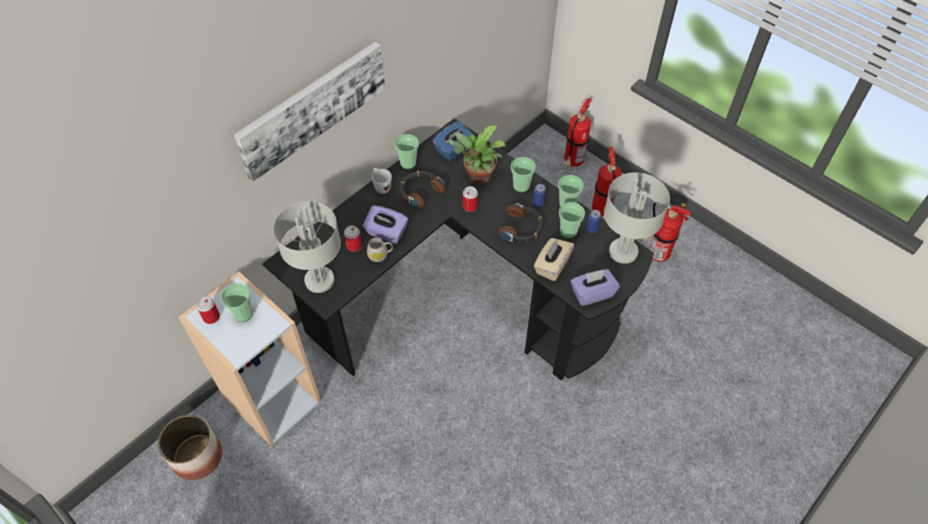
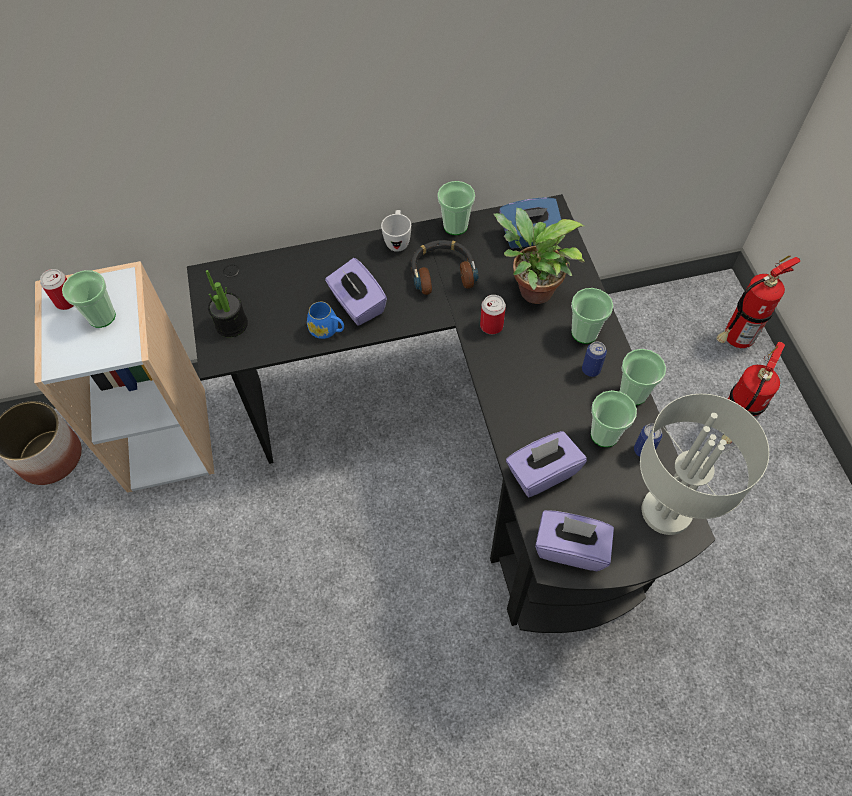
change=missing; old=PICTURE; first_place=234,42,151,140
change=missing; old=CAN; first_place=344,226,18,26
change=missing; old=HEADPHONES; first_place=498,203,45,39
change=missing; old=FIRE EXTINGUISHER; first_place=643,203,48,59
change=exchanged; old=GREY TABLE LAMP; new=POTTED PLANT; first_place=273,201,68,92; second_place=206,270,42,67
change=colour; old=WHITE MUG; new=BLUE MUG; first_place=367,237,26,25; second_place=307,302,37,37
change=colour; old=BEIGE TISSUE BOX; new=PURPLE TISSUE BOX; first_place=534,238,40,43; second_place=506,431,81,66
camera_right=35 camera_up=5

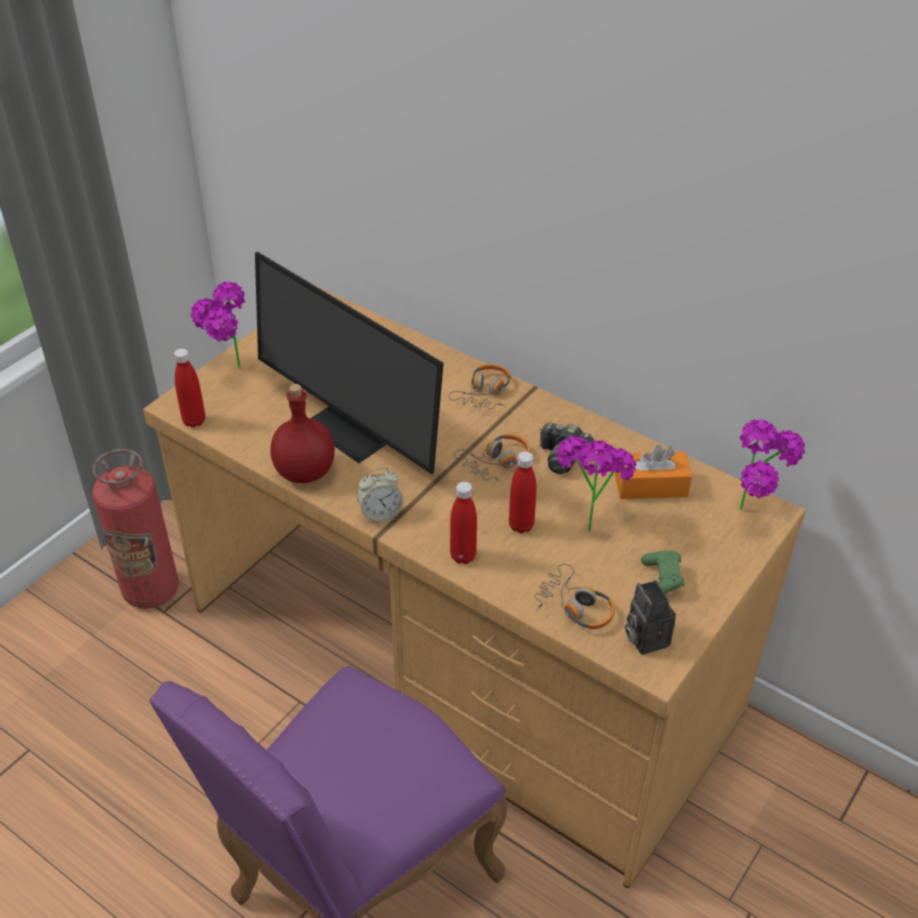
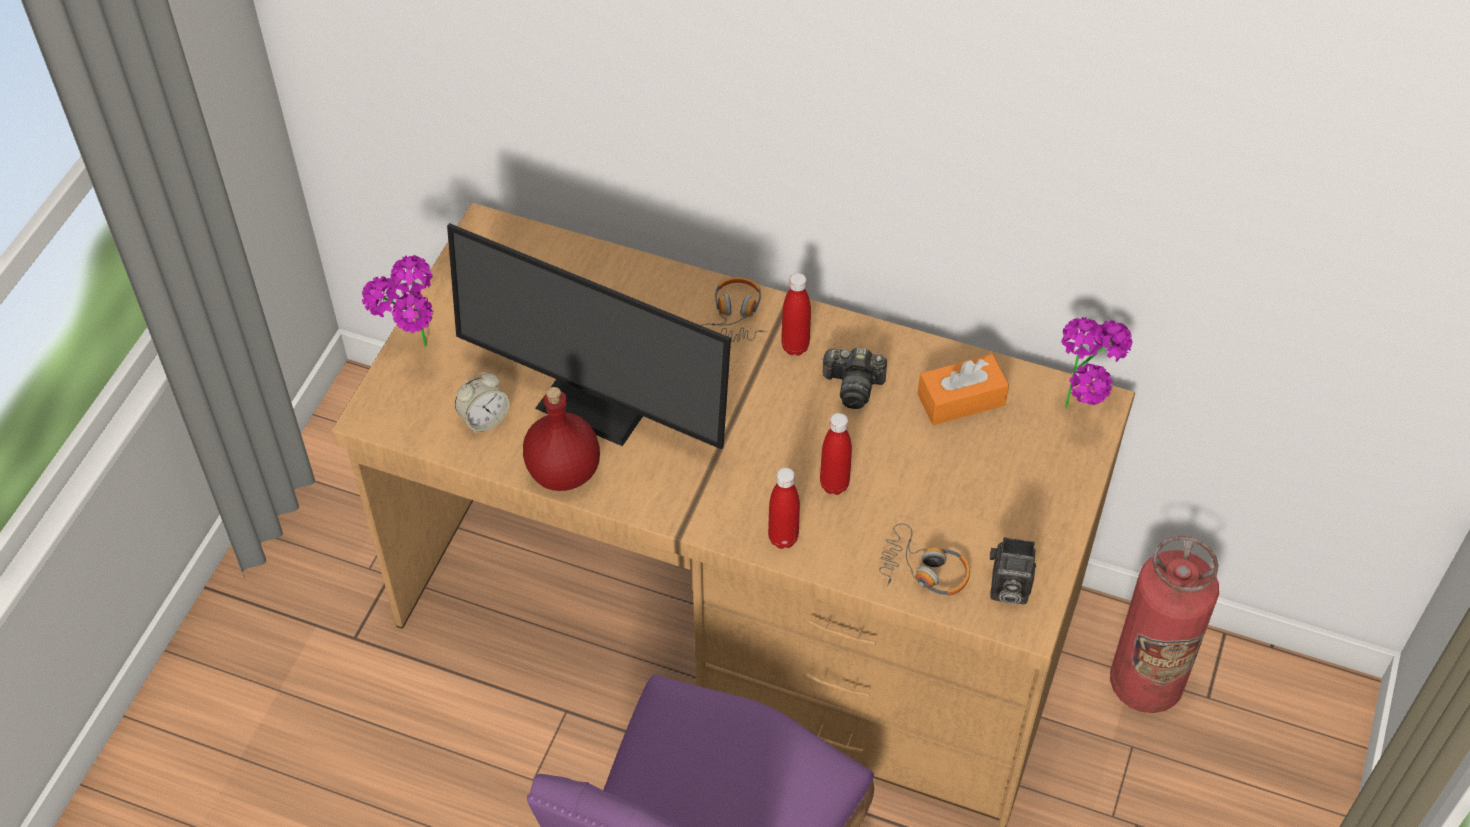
change=missing; old=HEADPHONES; first_place=454,434,77,48
change=missing; old=POTTED PLANT; first_place=556,436,81,95
change=missing; old=GREEN GAME CONTROLLER; first_place=641,550,43,45
change=relocated; old=FIRE EXTINGUISHER; first_place=92,449,87,160; second_place=1110,536,109,177
change=relocated; old=RED BOTTLE; first_place=174,348,31,80; second_place=781,273,30,83
change=relocated; old=ALARM CLOCK; first_place=356,468,48,55; second_place=455,372,55,62
change=spun; old=PHOTO CAMERA; first_place=625,581,51,74; second_place=990,537,46,68; degrees=-45
camera_right=-15 camera_up=10

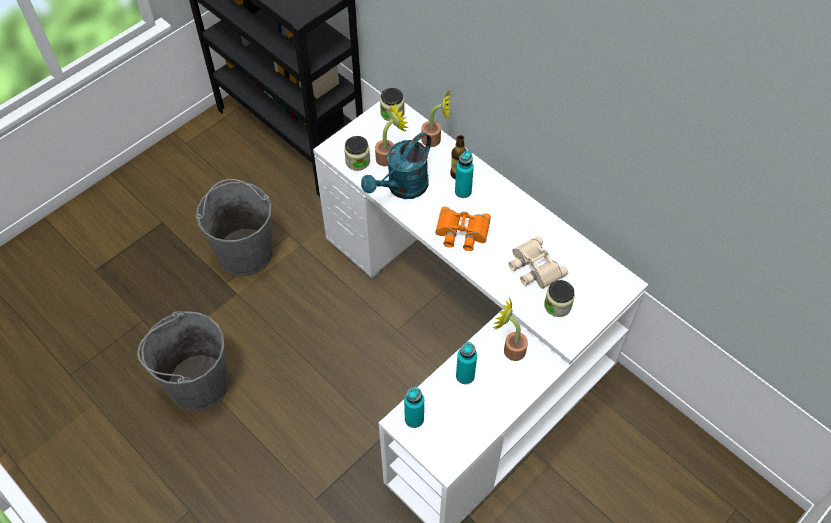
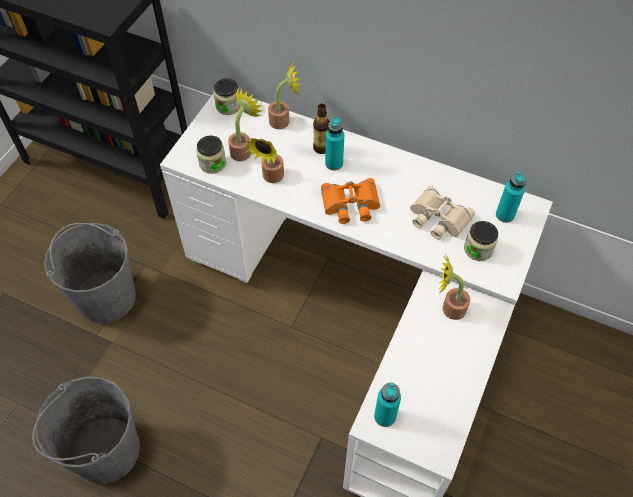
change=relocated; old=TURQUOISE BOTTLE; first_place=456,342,21,42; second_place=496,171,30,52
change=exchanged; old=TURQUOISE WATERING CAN; new=POTTED PLANT; first_place=361,132,70,67; second_place=244,138,40,45
camera_right=-20 camera_up=0

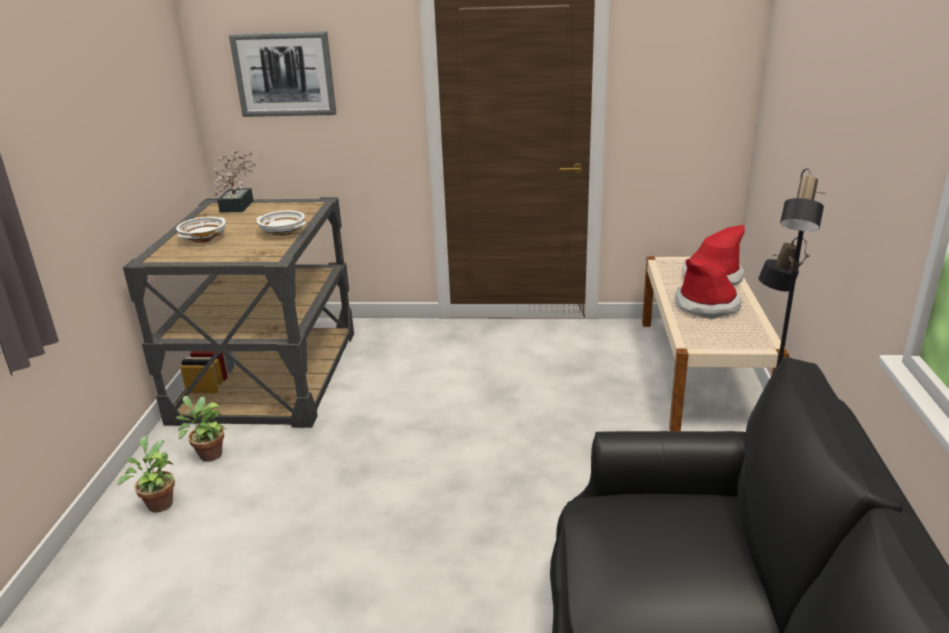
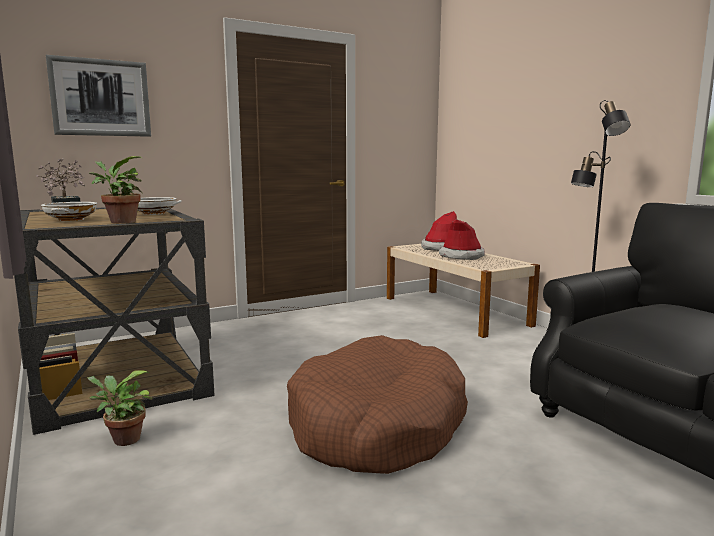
change=appeared; new=BROWN DOG BED; second_place=287,335,181,139
change=relocated; old=POTTED PLANT; first_place=117,436,58,77; second_place=89,156,54,68
camera_right=-35 camera_up=-15

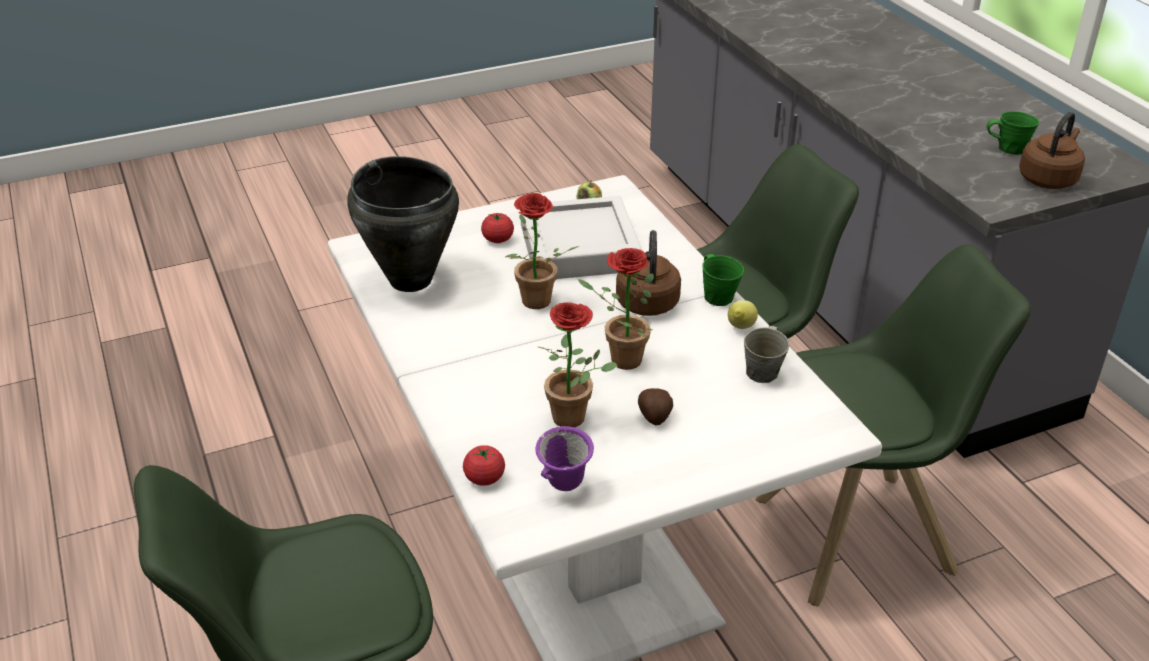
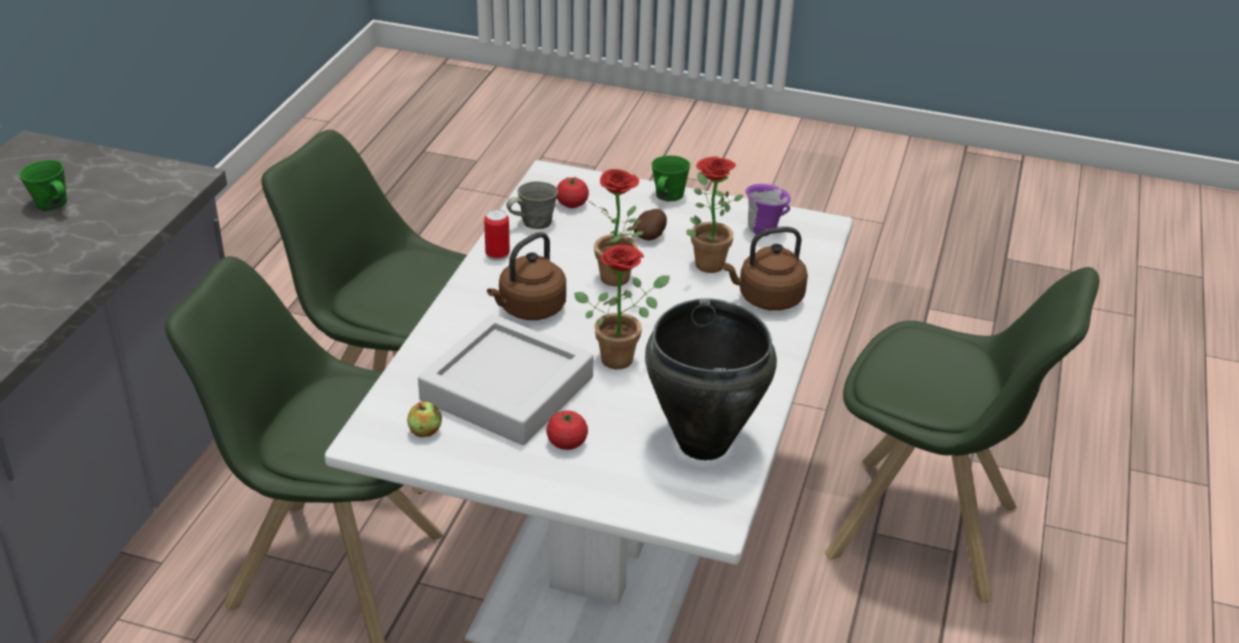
change=relocated; old=TOMATO; first_place=463,445,42,41; second_place=557,176,32,32
change=relocated; old=GREEN MUG; first_place=702,254,42,52; second_place=651,155,39,46
change=relocated; old=BROWN KETTLE; first_place=1019,112,66,77; second_place=722,227,86,84
change=exchanged; old=LEMON; new=CAN; first_place=728,300,30,29; second_place=484,209,26,52
camera_right=-140 camera_up=0

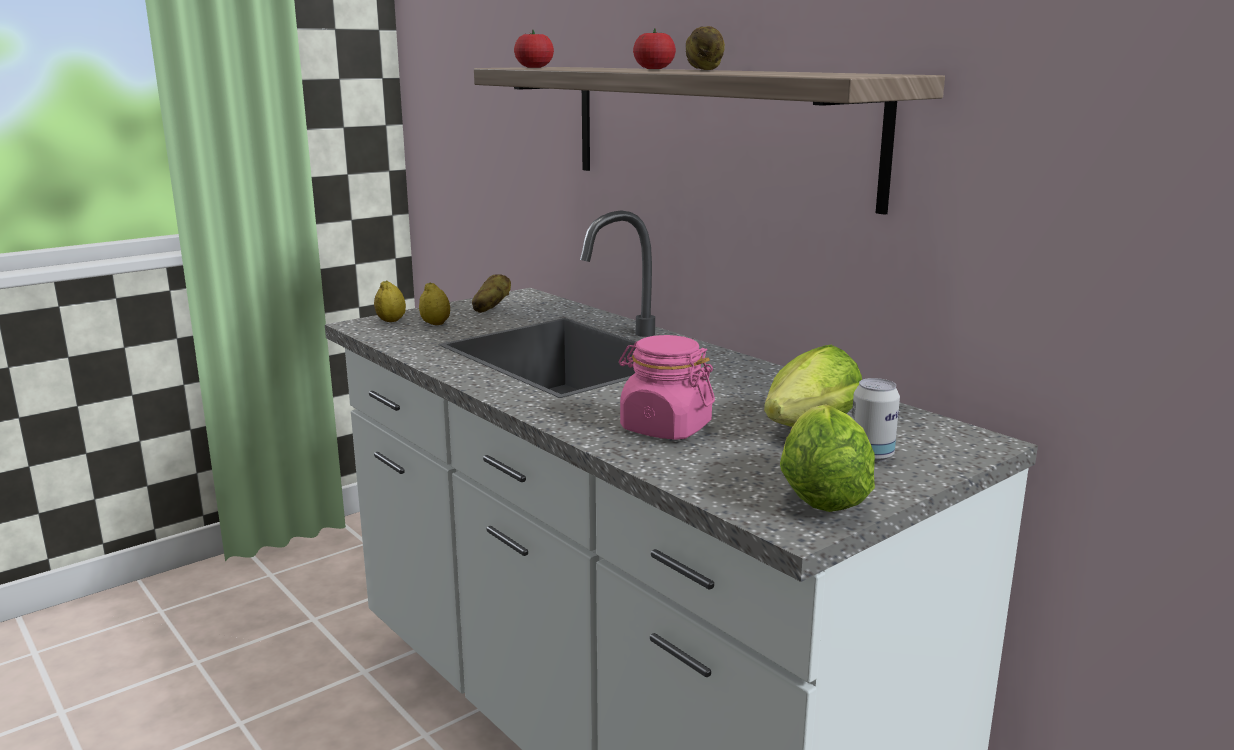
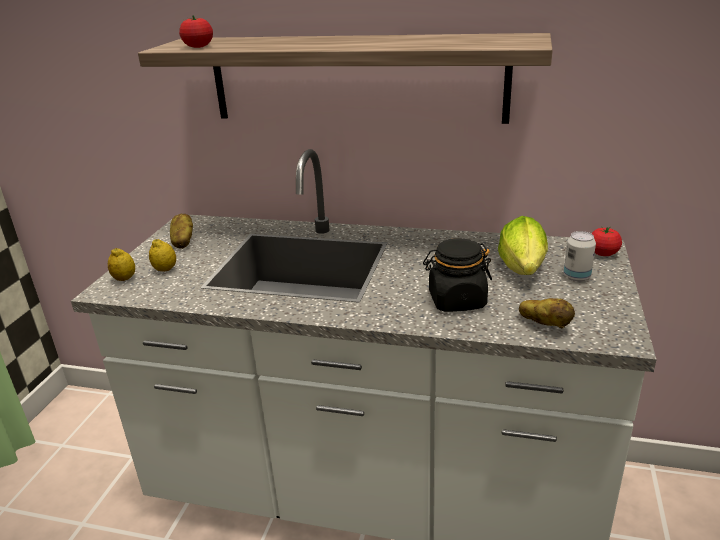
change=missing; old=LETTUCE; first_place=780,404,95,108
change=relocated; old=TOMATO; first_place=633,28,43,41; second_place=591,226,31,30
change=relocated; old=POTATO; first_place=686,26,39,44; second_place=519,298,56,30
change=colour; old=PINK JAR; new=BLACK JAR; first_place=619,335,96,105; second_place=423,238,69,74
camera_right=-35 camera_up=10

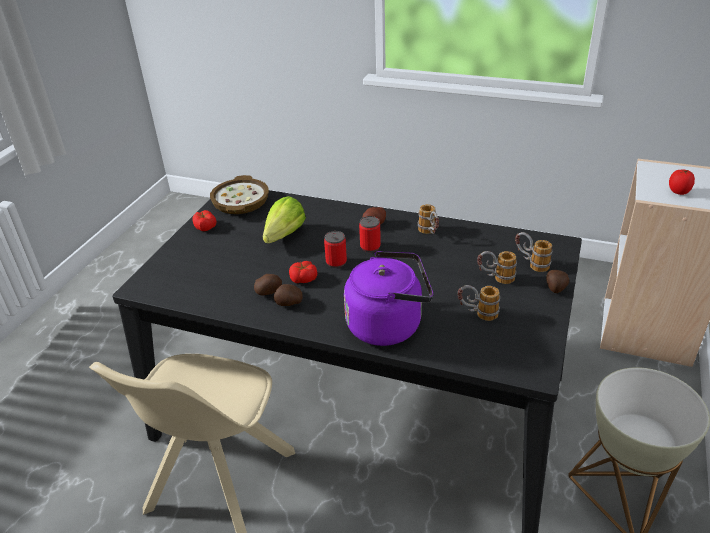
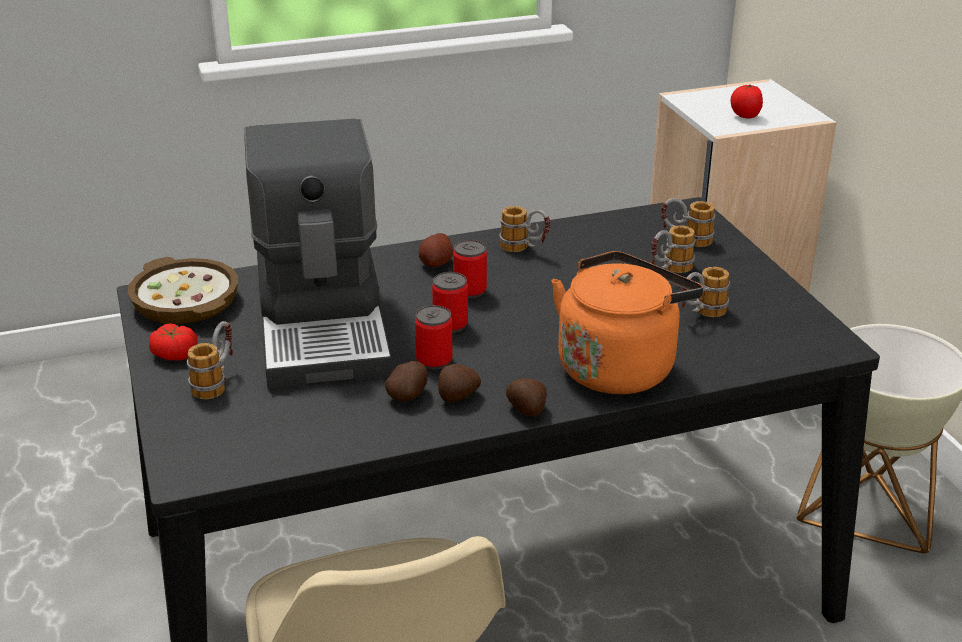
change=appeared; new=MUG; second_place=187,321,46,78
change=relocated; old=POTATO; first_place=546,270,23,23; second_place=506,378,41,39
change=exchanged; old=LETTUCE; new=COFFEE MACHINE; first_place=263,196,43,47; second_place=244,119,148,270
change=exchanged; old=TOMATO; new=CAN; first_place=289,261,28,22; second_place=415,305,38,65
change=colour; old=PURPLE KETTLE; new=ORANGE KETTLE; first_place=344,251,89,95; second_place=551,251,152,143
camera_right=-40 camera_up=-5

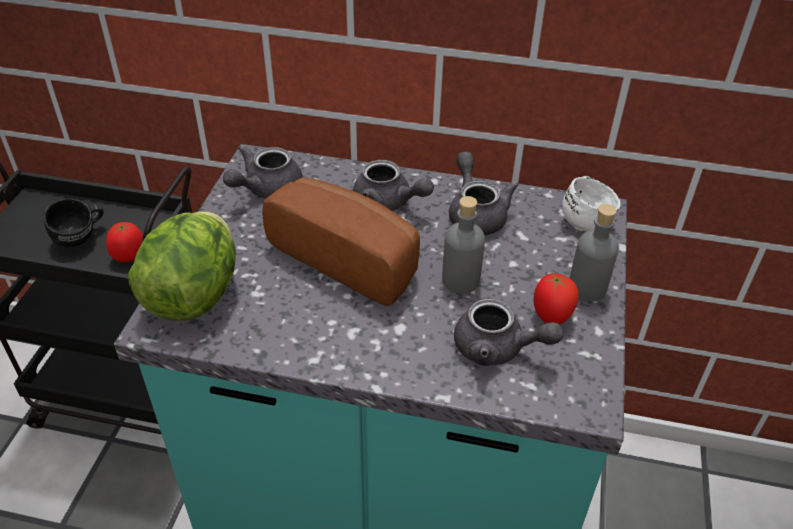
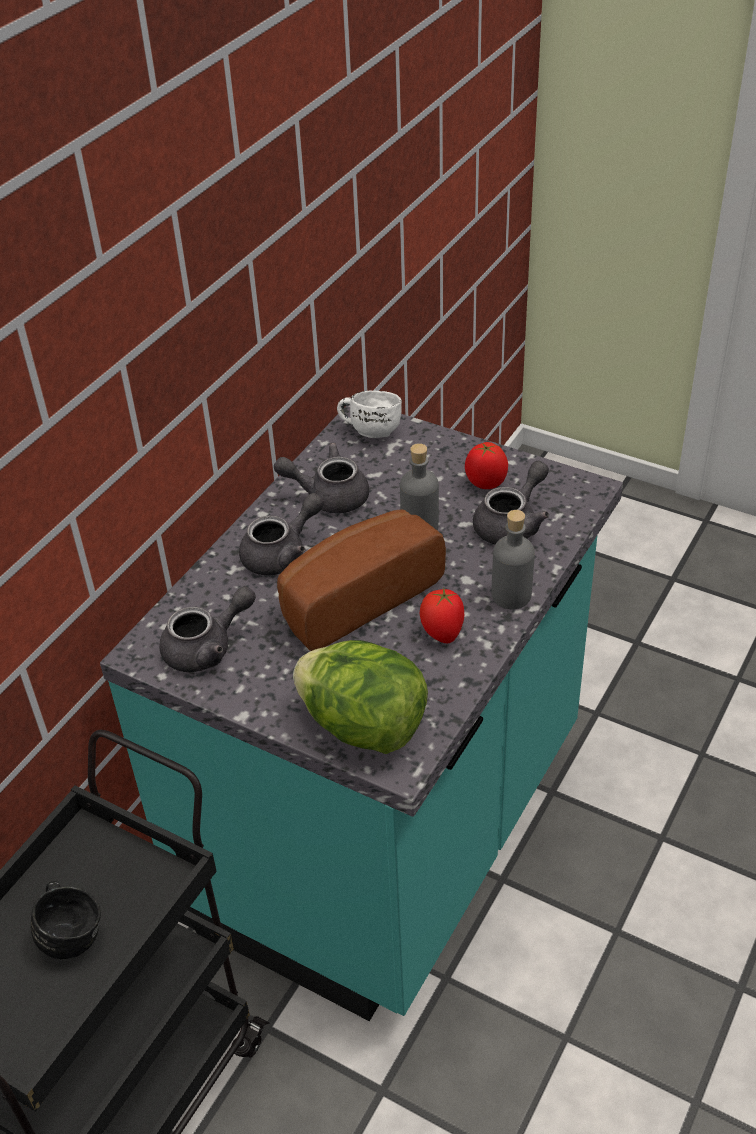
change=relocated; old=TOMATO; first_place=106,222,37,40; second_place=420,588,44,55
change=relocated; old=GREY BOTTLE; first_place=570,204,49,98; second_place=492,510,43,99
change=spun; old=GREY TEAPOT; first_place=223,145,80,53; second_place=159,586,97,86; degrees=-90
camera_right=-70 camera_up=0

